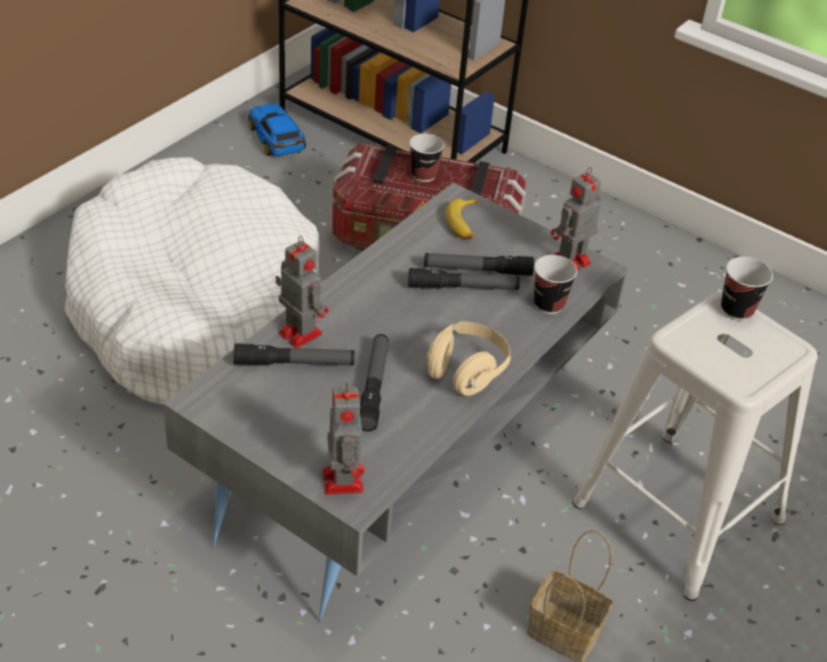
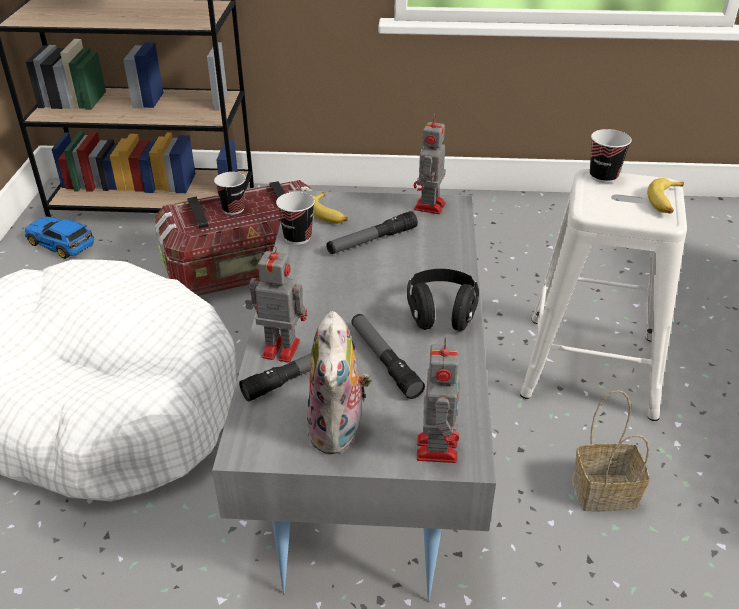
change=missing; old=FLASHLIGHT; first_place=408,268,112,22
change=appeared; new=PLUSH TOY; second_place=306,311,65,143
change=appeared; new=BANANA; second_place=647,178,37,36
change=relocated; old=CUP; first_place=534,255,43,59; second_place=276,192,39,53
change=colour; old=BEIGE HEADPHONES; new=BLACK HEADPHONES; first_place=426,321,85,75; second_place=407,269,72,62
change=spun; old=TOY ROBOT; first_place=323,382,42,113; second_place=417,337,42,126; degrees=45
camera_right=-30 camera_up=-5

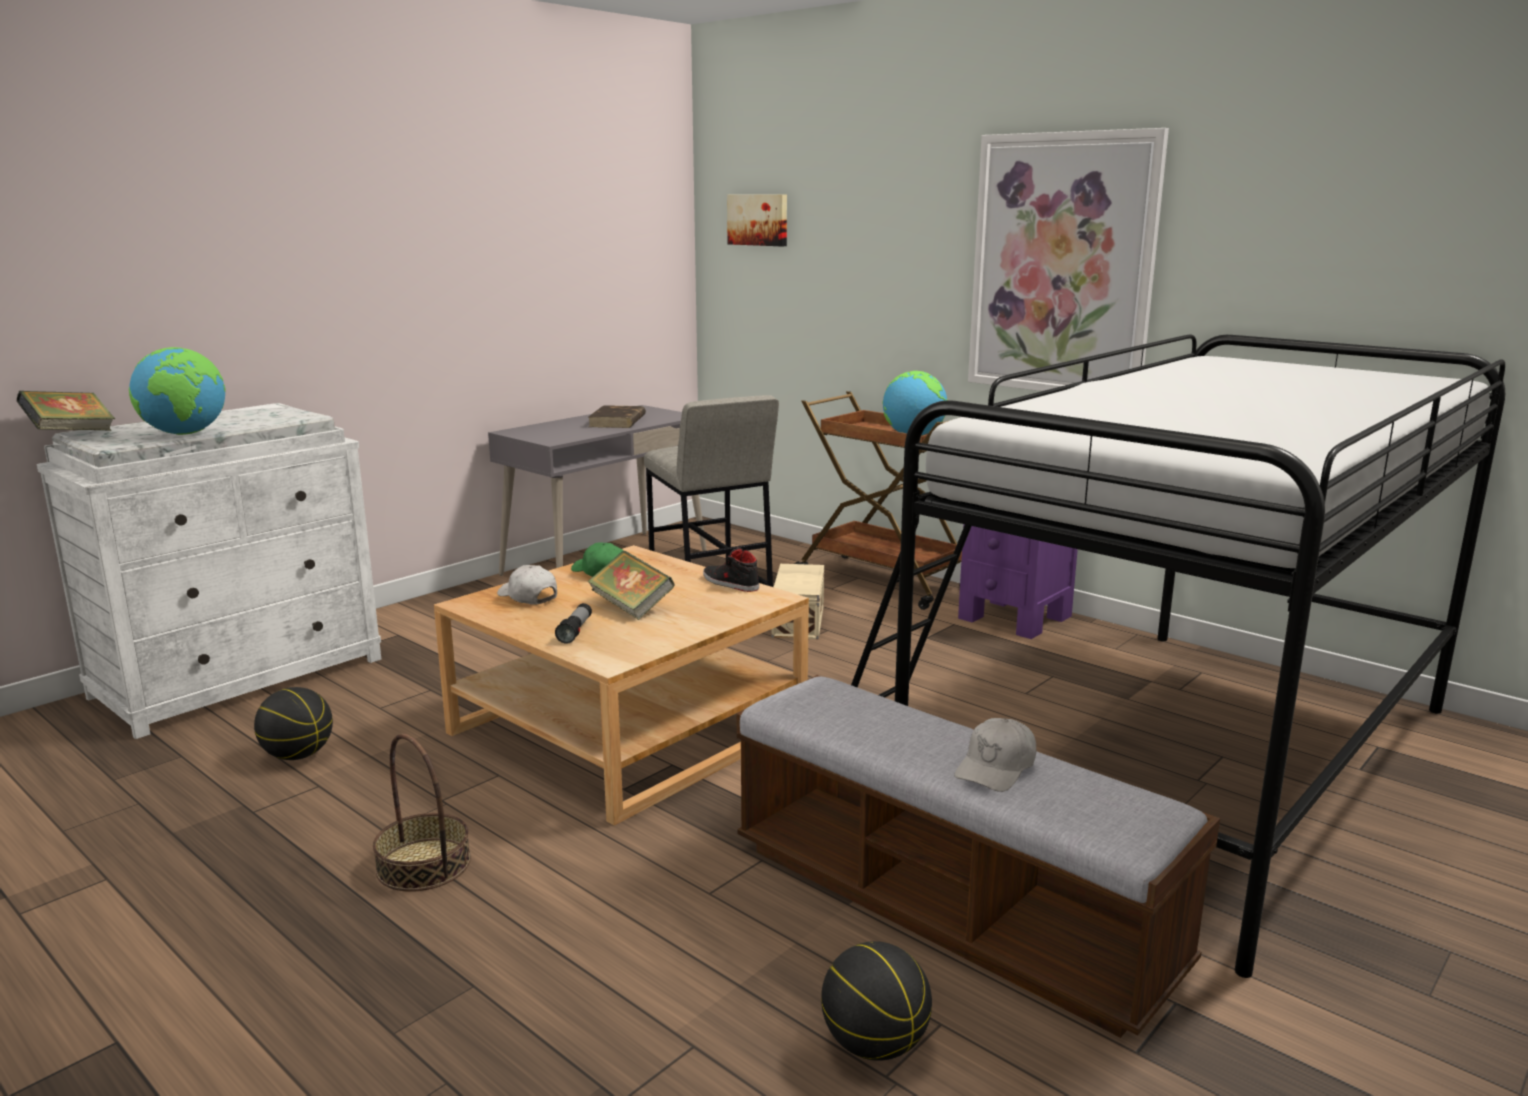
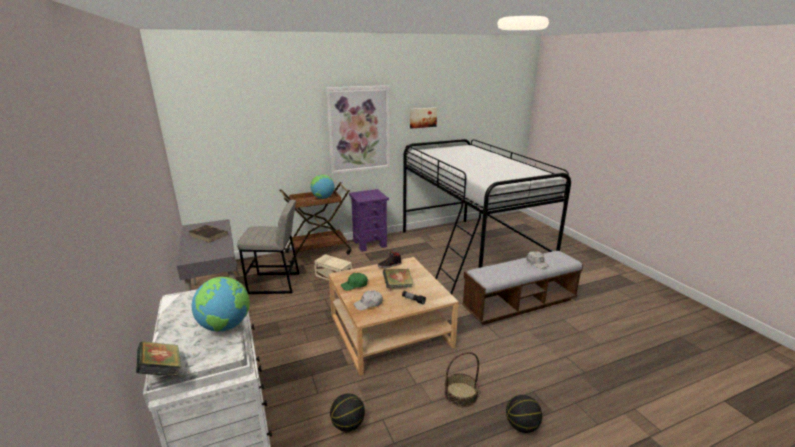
change=relocated; old=PICTURE; first_place=727,194,60,52; second_place=410,107,27,22
change=relocated; old=BASKETBALL; first_place=821,941,111,120; second_place=506,395,36,38
camera_right=-65 camera_up=5

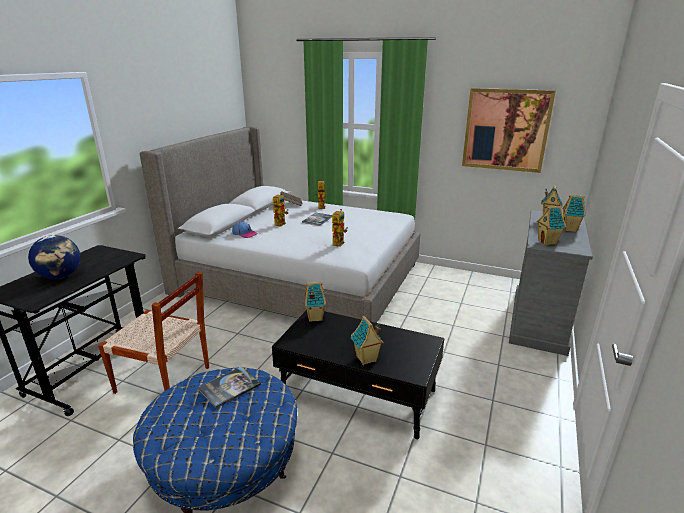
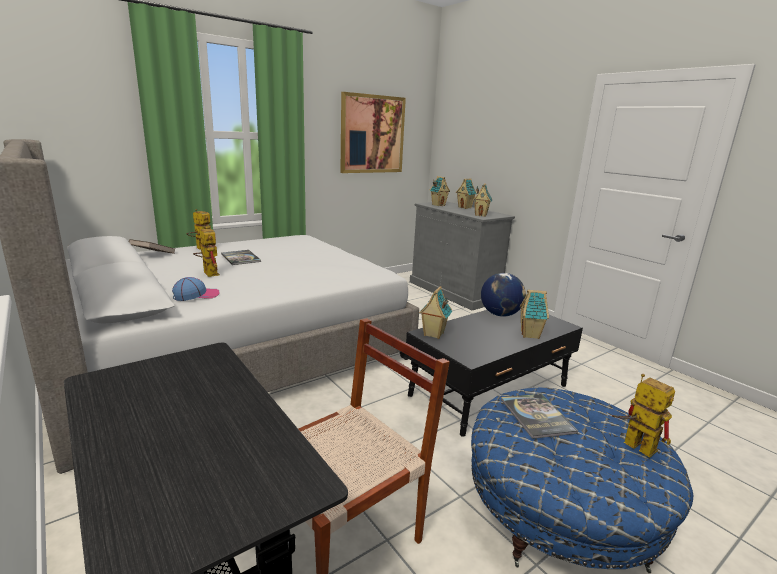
change=relocated; old=GLOBE; first_place=28,235,52,44; second_place=481,273,45,44
change=relocated; old=TOY ROBOT; first_place=332,209,16,38; second_place=612,374,63,84
camera_right=-60 camera_up=-5

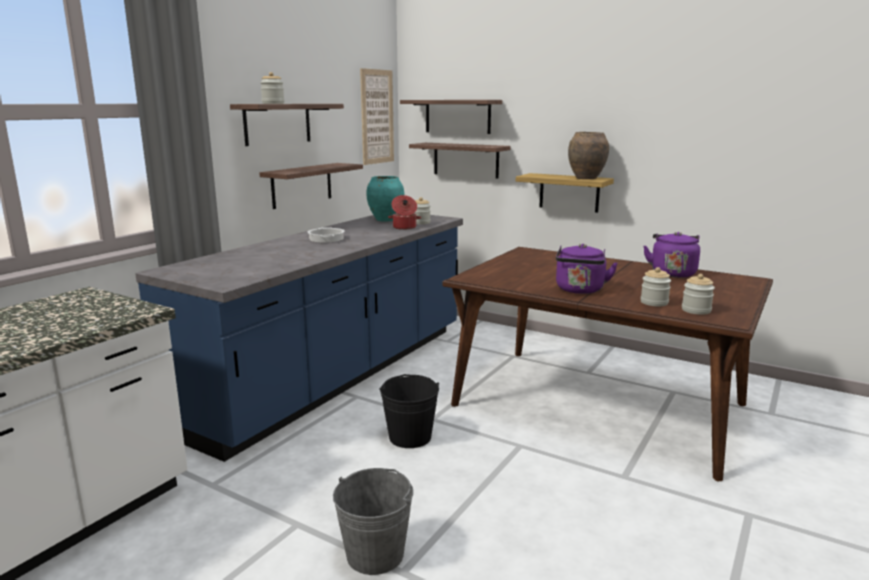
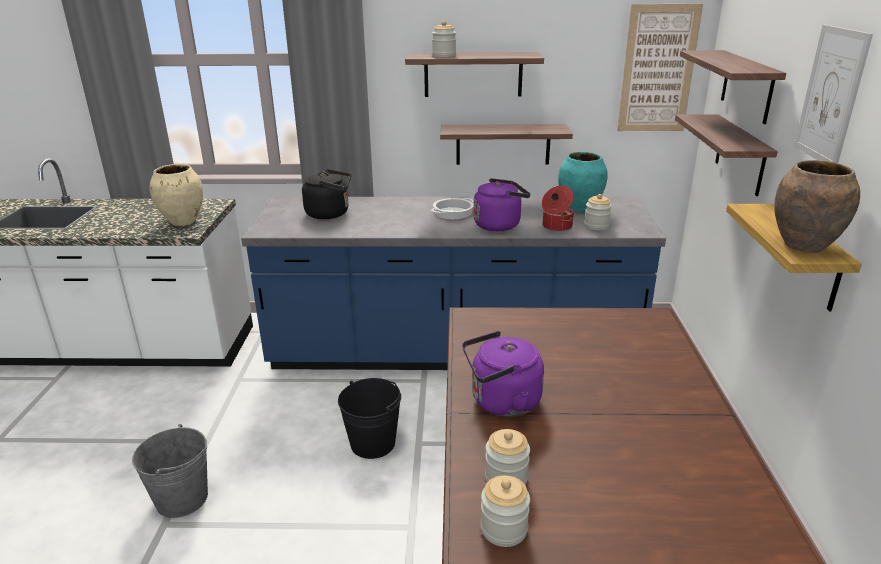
change=appeared; new=BEIGE VASE; second_place=150,164,53,62
change=appeared; new=BLACK KETTLE; second_place=302,169,49,50
change=appeared; new=PICTURE; second_place=794,25,79,138
change=relocated; old=PURPLE KETTLE; first_place=644,232,56,46; second_place=474,178,56,53
camera_right=60 camera_up=10

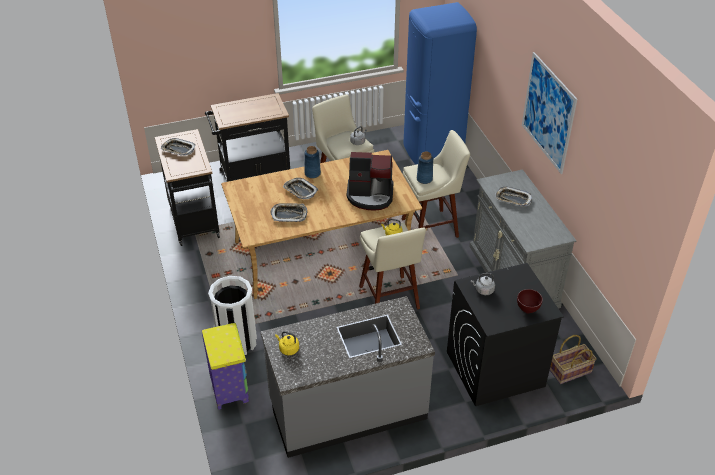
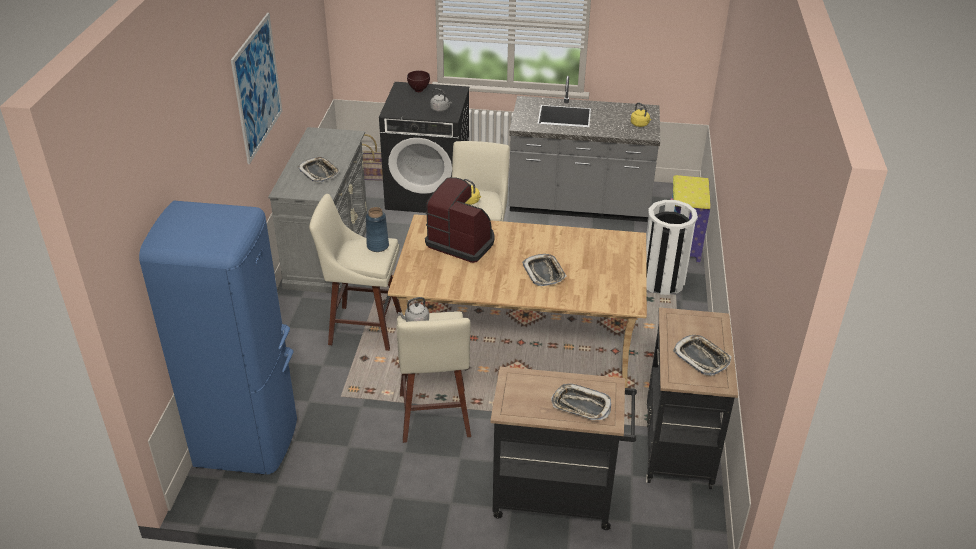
change=missing; old=BLUE VASE; first_place=304,146,17,32
change=relocated; old=TRAY; first_place=271,203,36,19; second_place=551,383,60,37
camera_right=-155 camera_up=-5

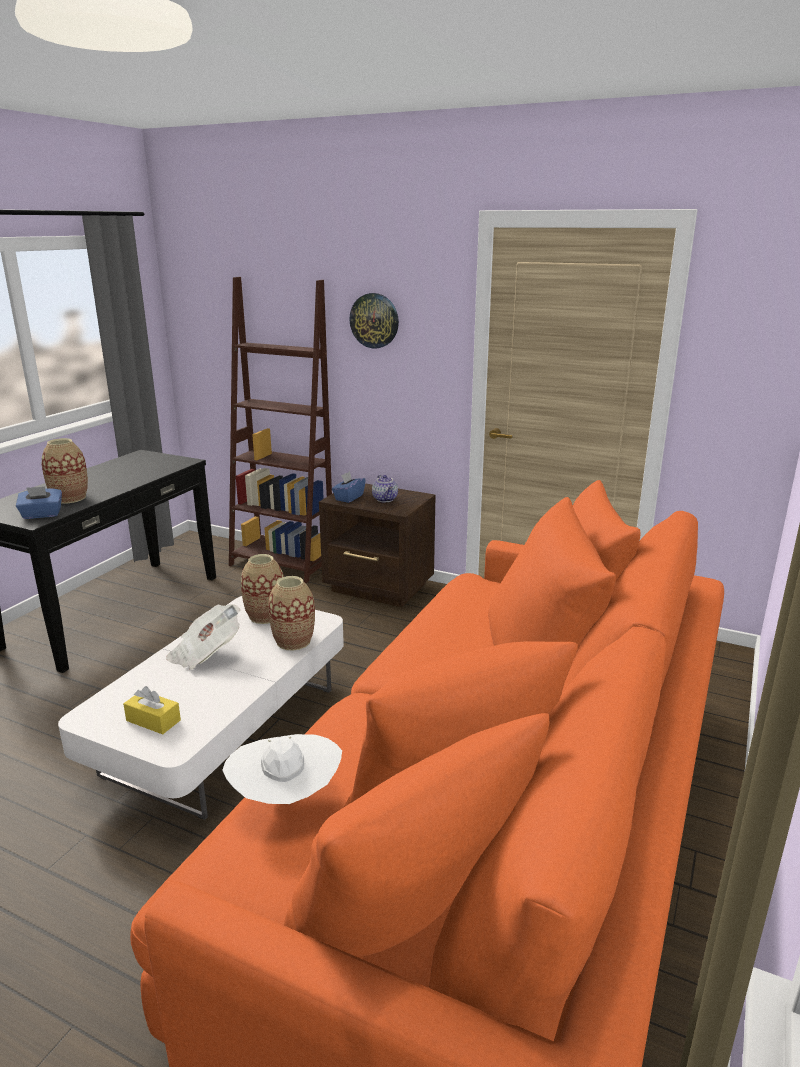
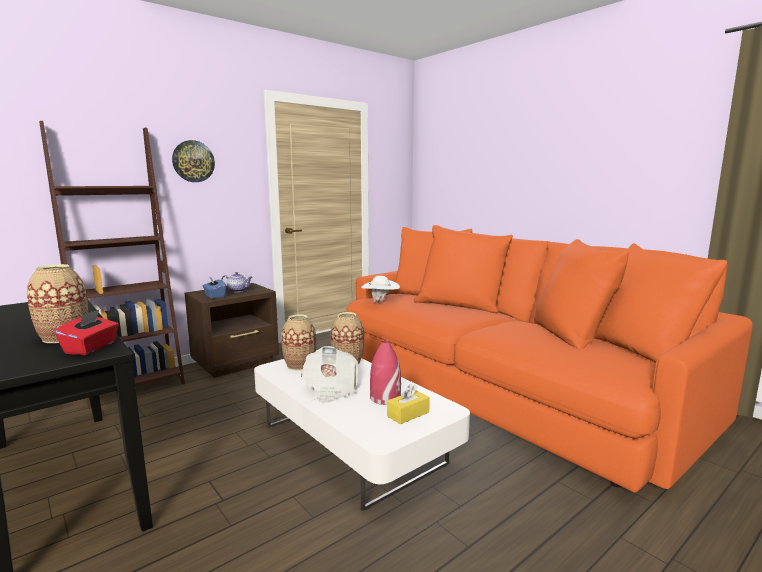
change=appeared; new=RED VASE; second_place=370,340,31,65
change=relocated; old=WHITE HAT; first_place=222,734,120,70; second_place=361,276,39,26
change=colour; old=BLUE TISSUE BOX; new=RED TISSUE BOX; first_place=16,487,46,32; second_place=55,310,64,45
camera_right=-65 camera_up=-10

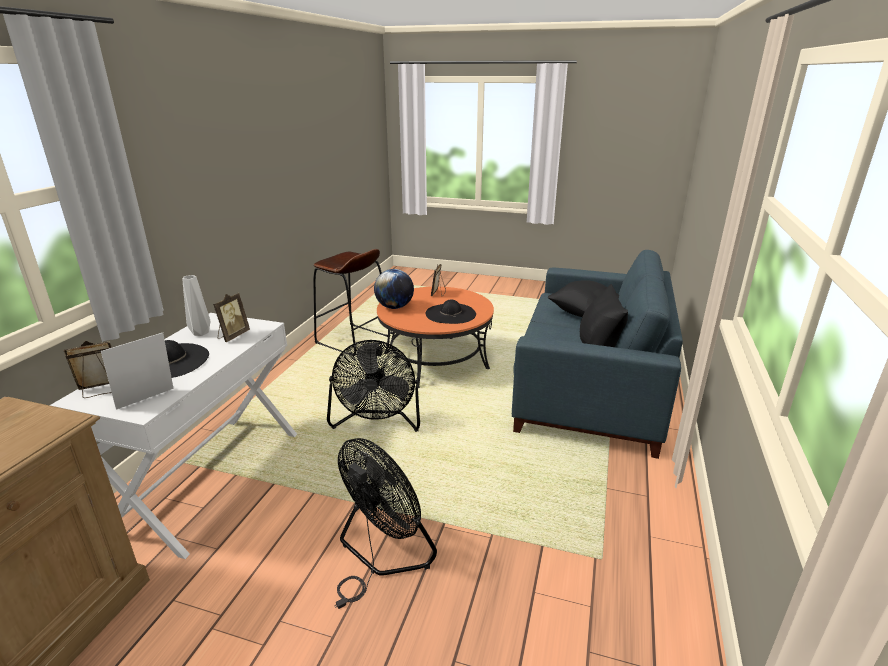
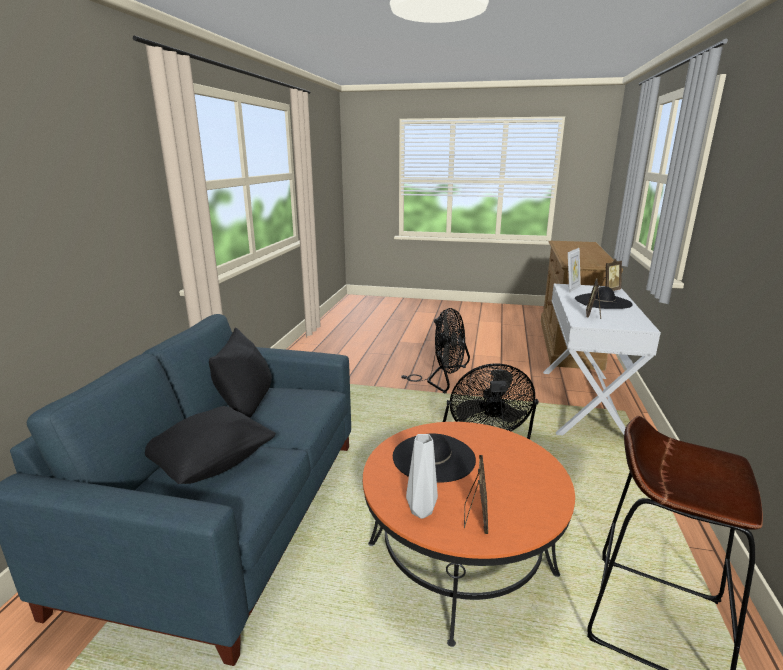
change=missing; old=GLOBE; first_place=374,269,40,40
change=relocated; old=GREY VASE; first_place=182,275,28,61; second_place=406,434,32,85
change=spun; old=BLACK FAN; first_place=334,438,103,171; second_place=401,308,69,85; degrees=-105
camera_right=175 camera_up=-5

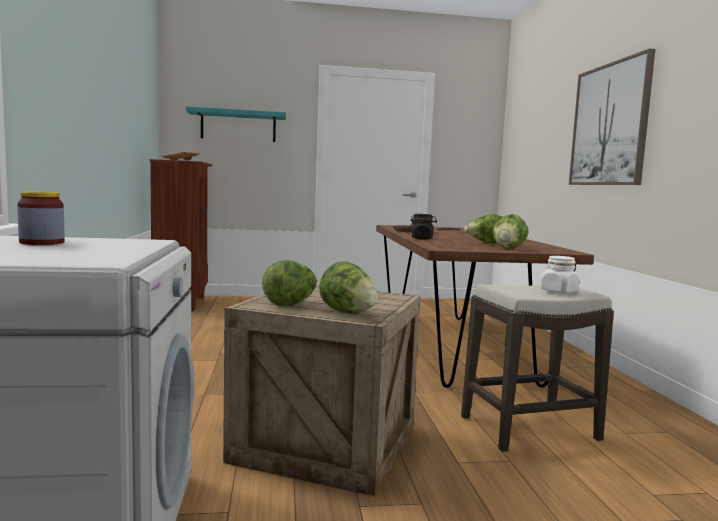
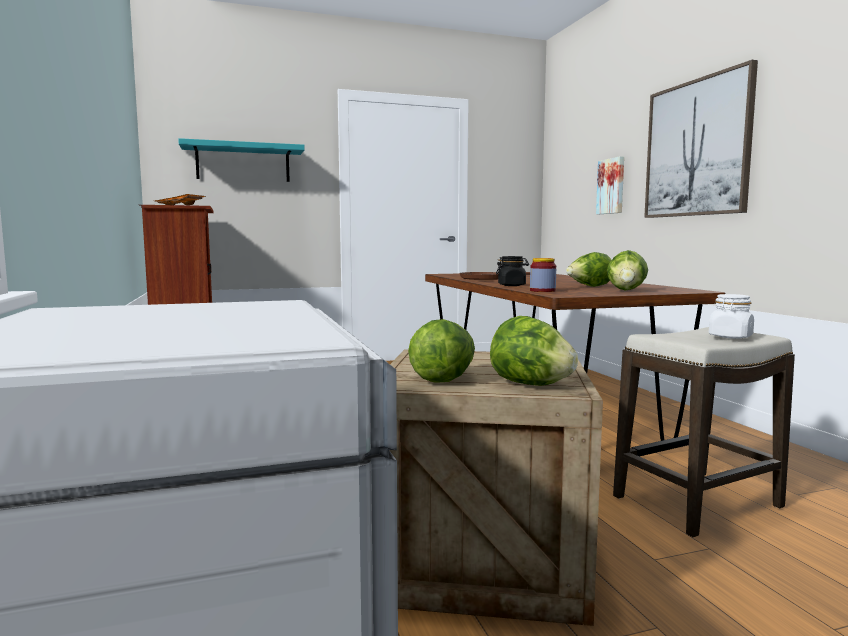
change=appeared; new=PICTURE; second_place=596,156,28,58
change=relocated; old=JAR; first_place=17,191,48,54; second_place=530,258,26,34
camera_right=-10 camera_up=0

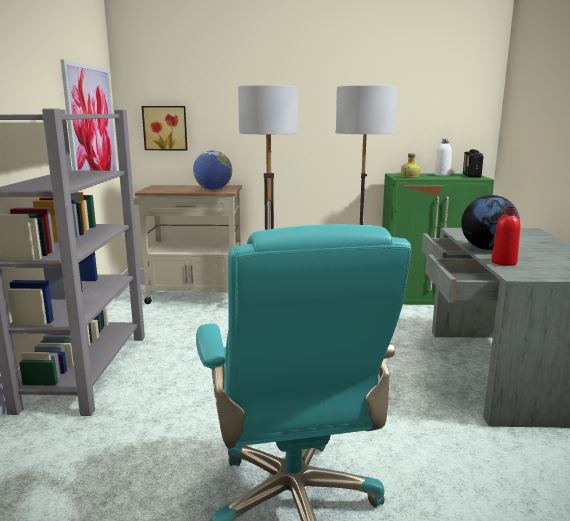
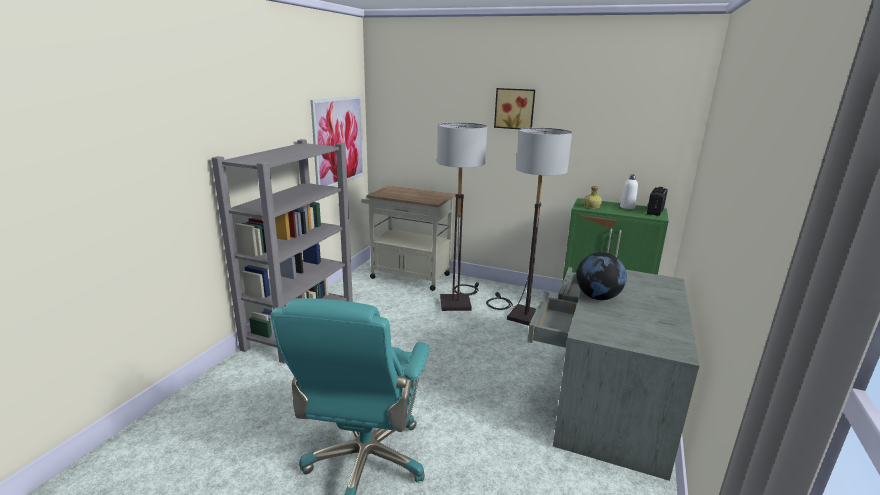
change=missing; old=GLOBE; first_place=193,151,39,39
change=missing; old=RED BOTTLE; first_place=491,207,29,59
change=relocated; old=PICTURE; first_place=142,106,46,44; second_place=494,88,41,41
camera_right=20 camera_up=5

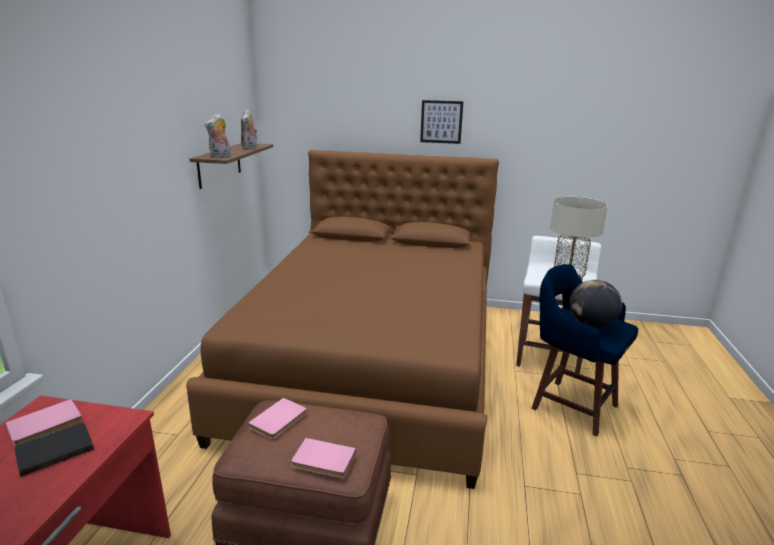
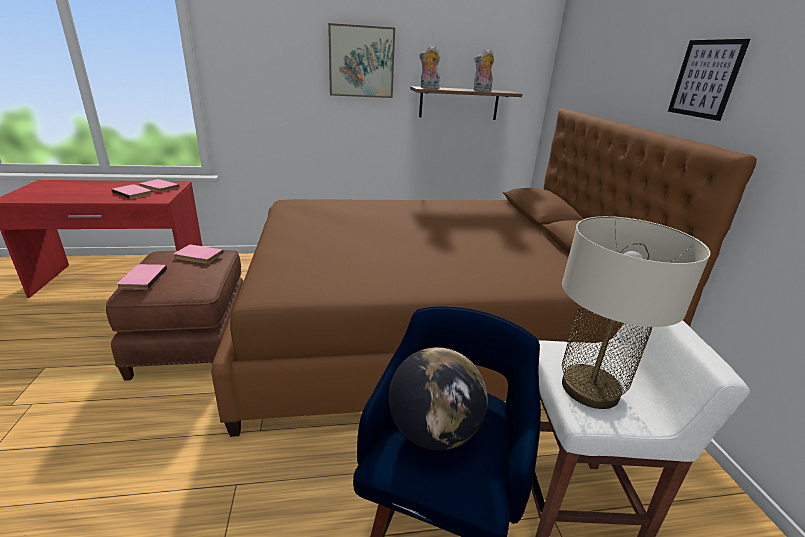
change=appeared; new=PICTURE; second_place=328,23,67,75
change=colour; old=BLACK BOOK; new=PINK BOOK; first_place=14,423,80,54; second_place=111,184,41,15
camera_right=70 camera_up=5

